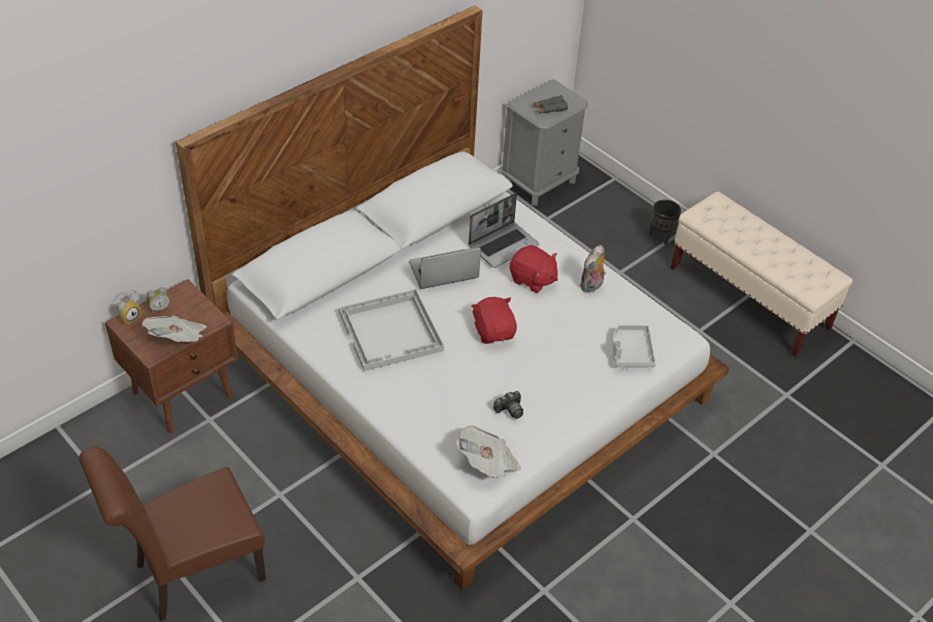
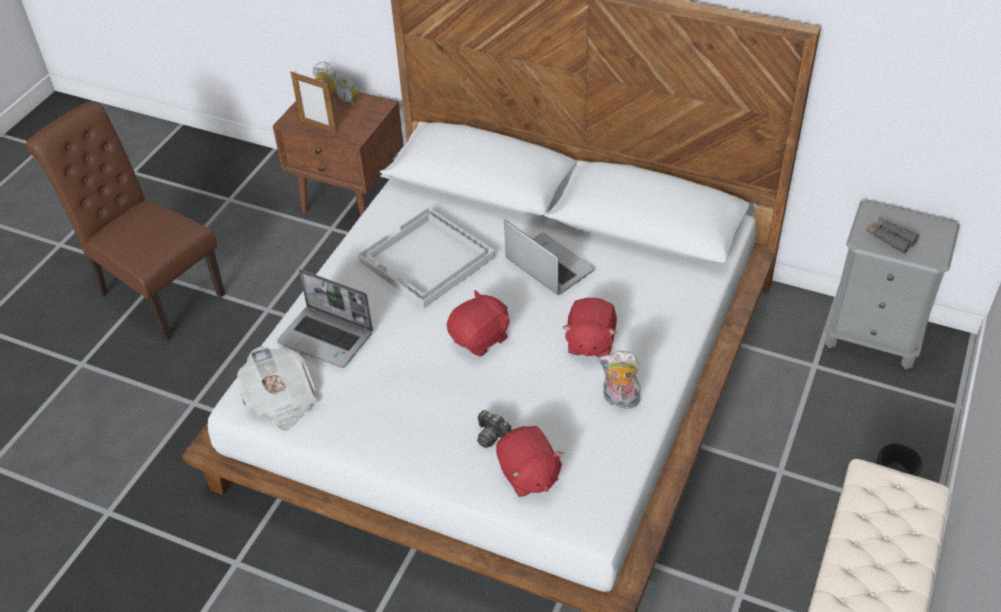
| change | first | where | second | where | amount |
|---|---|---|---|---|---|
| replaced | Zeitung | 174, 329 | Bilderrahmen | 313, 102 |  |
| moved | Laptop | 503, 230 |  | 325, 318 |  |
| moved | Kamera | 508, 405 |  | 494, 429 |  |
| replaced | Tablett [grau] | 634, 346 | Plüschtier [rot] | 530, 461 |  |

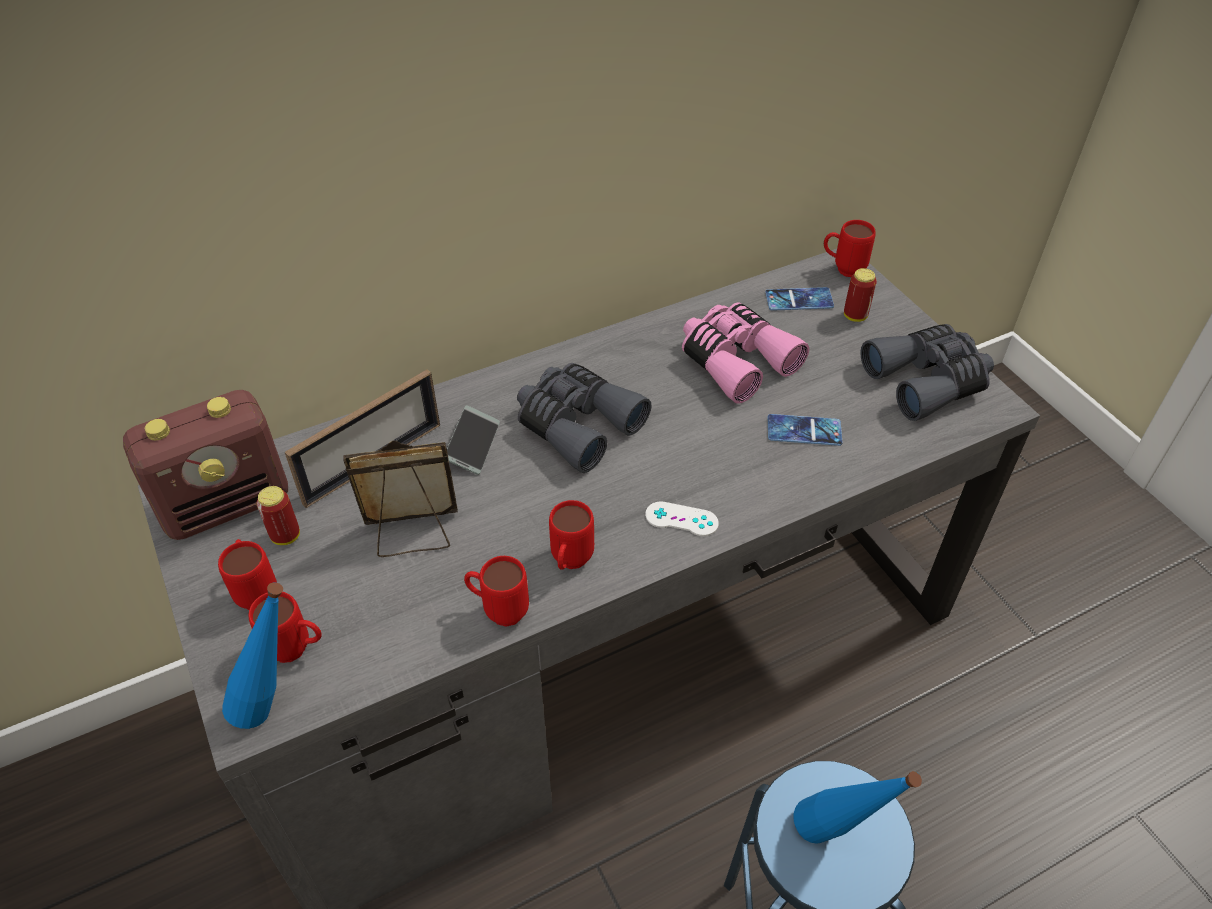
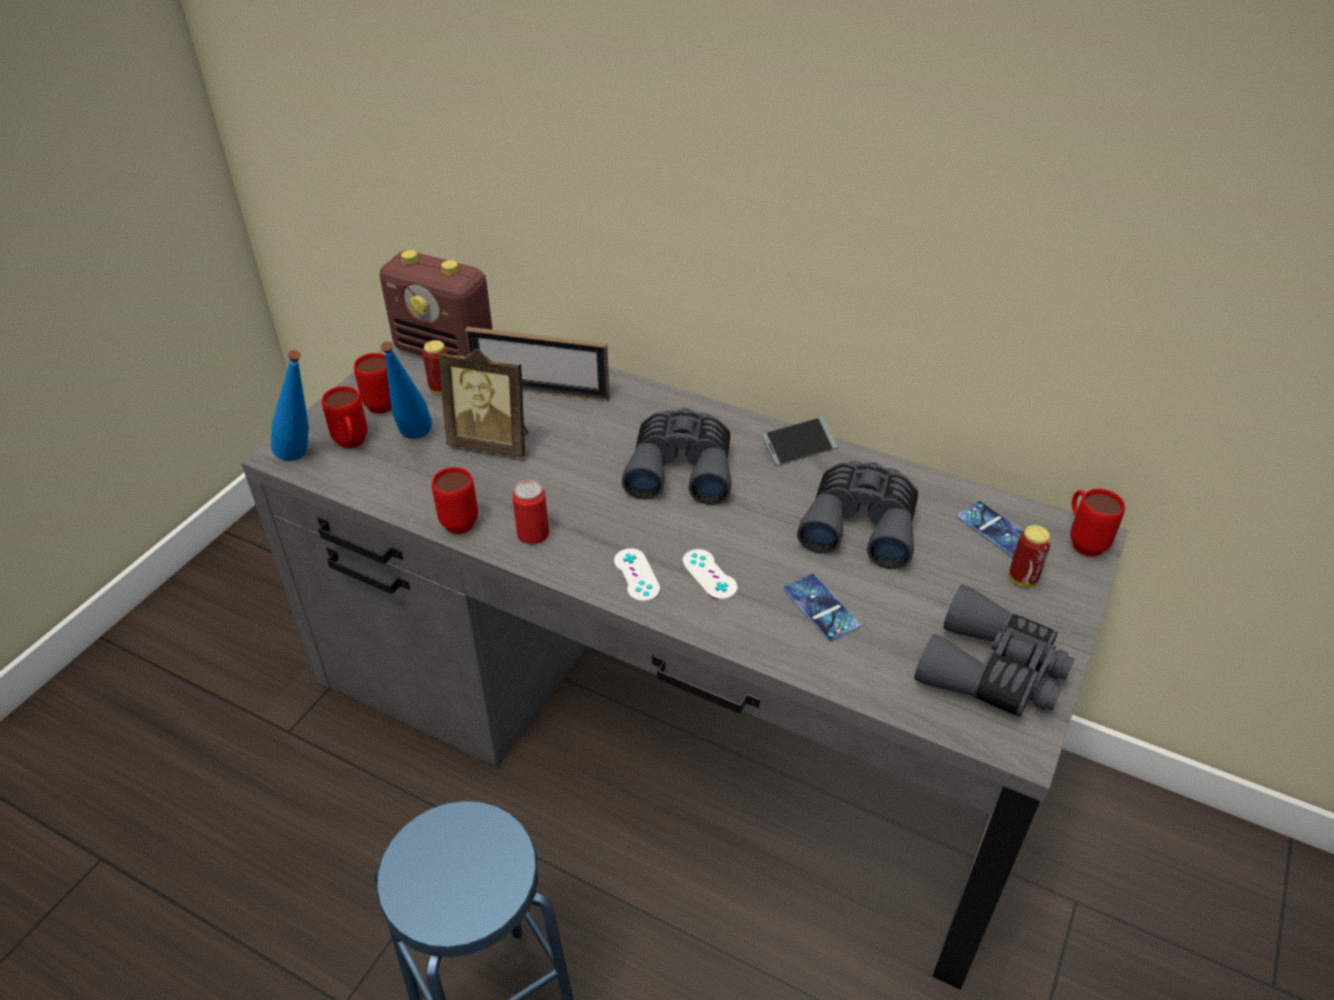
| change | first | where | second | where | amount |
|---|---|---|---|---|---|
| turned | Bilderrahmen | 400, 499 |  | 483, 403 | 150 degrees clockwise |
| moved | Handy | 473, 440 |  | 800, 441 |  |
| replaced | Henkelbecher [rot] | 571, 535 | Dose | 530, 511 |  |
| recoloured | Fernglas [rosa] | 745, 353 | Fernglas [grau] | 857, 515 |  |
| moved | Flasche [blau] | 858, 807 |  | 406, 390 |  |
| added |  |  | Gamepad [weiß] | 710, 574 |  |

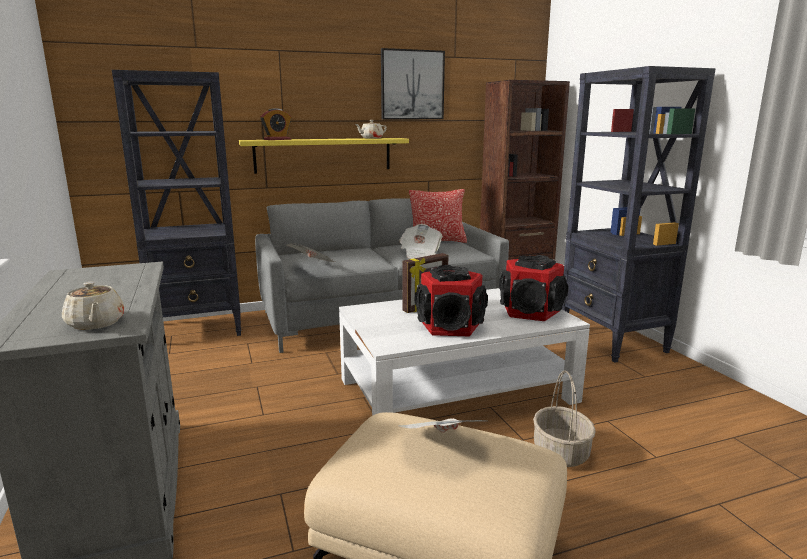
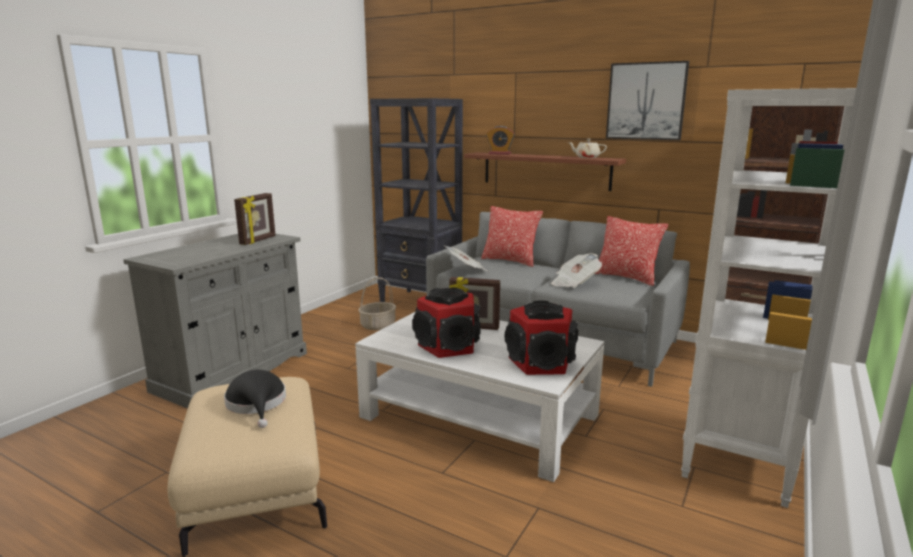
| change | first | where | second | where | amount |
|---|---|---|---|---|---|
| removed | Teekanne [beige] | 93, 306 |  |  |  |
| recoloured | Wandregal [gelb] | 324, 156 | Wandregal [braun] | 545, 171 |  |
| replaced | Zeitung | 442, 425 | Hut [schwarz] | 255, 399 |  |
| moved | Korb | 564, 418 |  | 377, 303 |  |
| recoloured | Bücherregal [schwarz] | 639, 214 | Bücherregal [weiß] | 768, 298 |  |
| added |  |  | Bilderrahmen | 255, 219 |  |
| added |  |  | Kissen | 512, 236 |  |

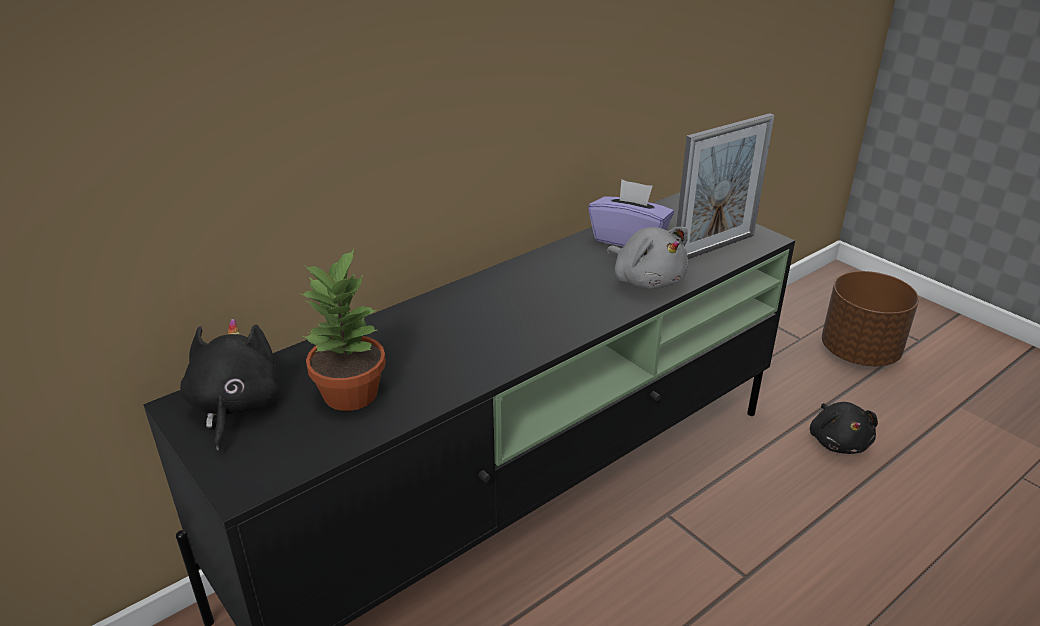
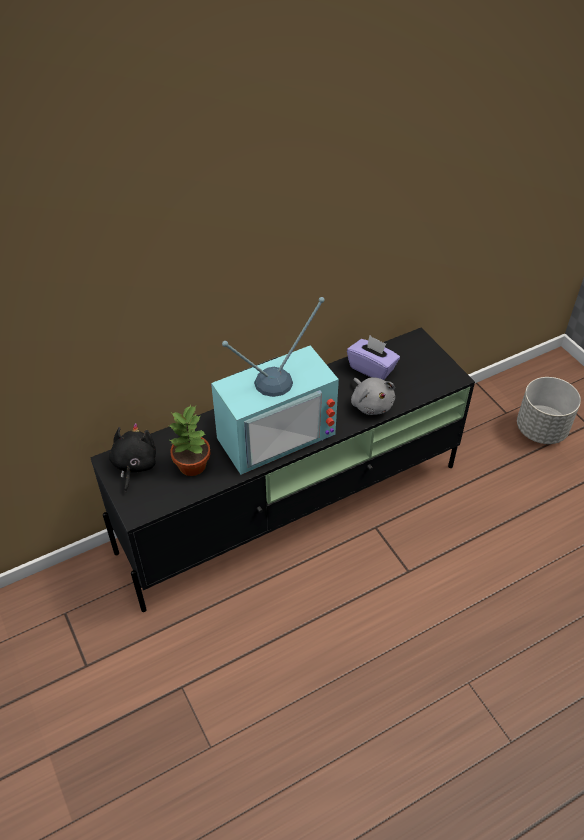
| change | first | where | second | where | amount |
|---|---|---|---|---|---|
| removed | Bilderrahmen | 725, 186 |  |  |  |
| removed | Plüschtier [schwarz] | 844, 428 |  |  |  |
| recoloured | Pflanzkübel [braun] | 870, 319 | Pflanzkübel [grau] | 549, 410 |  |
| added |  |  | Fernseher | 275, 386 |  |

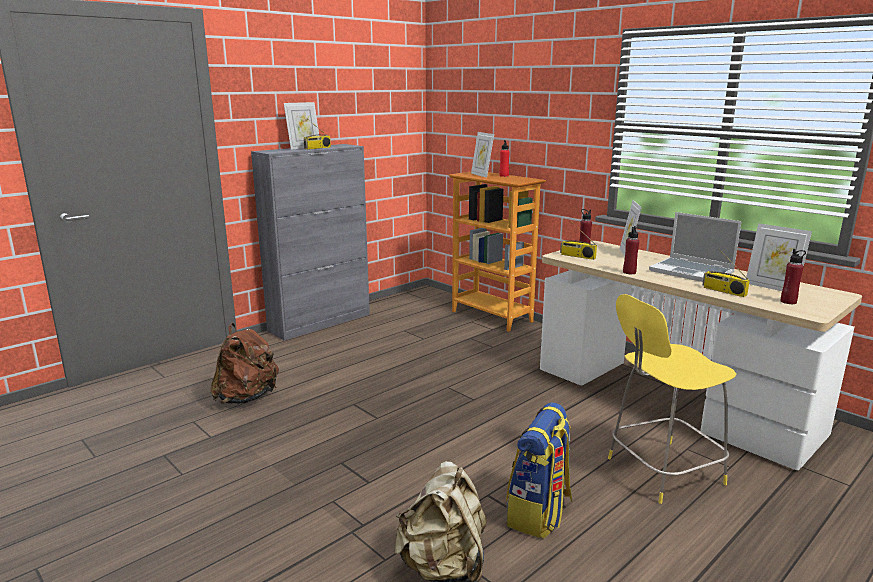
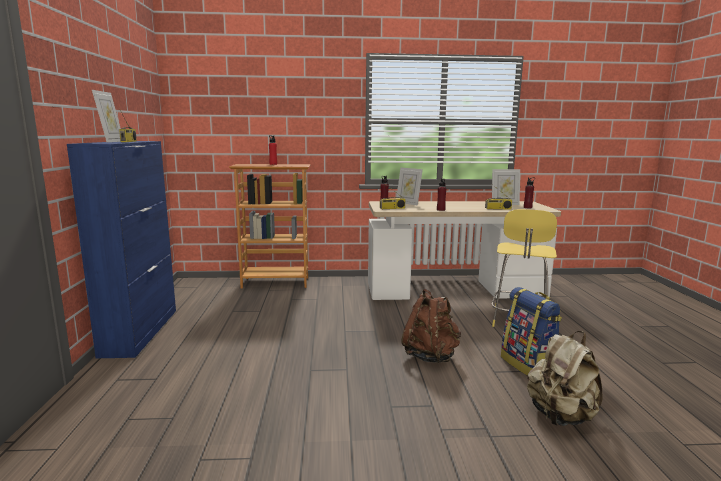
| change | first | where | second | where | amount |
|---|---|---|---|---|---|
| moved | Rucksack [braun] | 244, 363 |  | 431, 326 |  |
| recoloured | Schrank [grau] | 310, 242 | Schrank [blau] | 121, 249 |  |
| removed | Bilderrahmen | 482, 155 |  |  |  |
| removed | Laptop | 695, 247 |  |  |  |

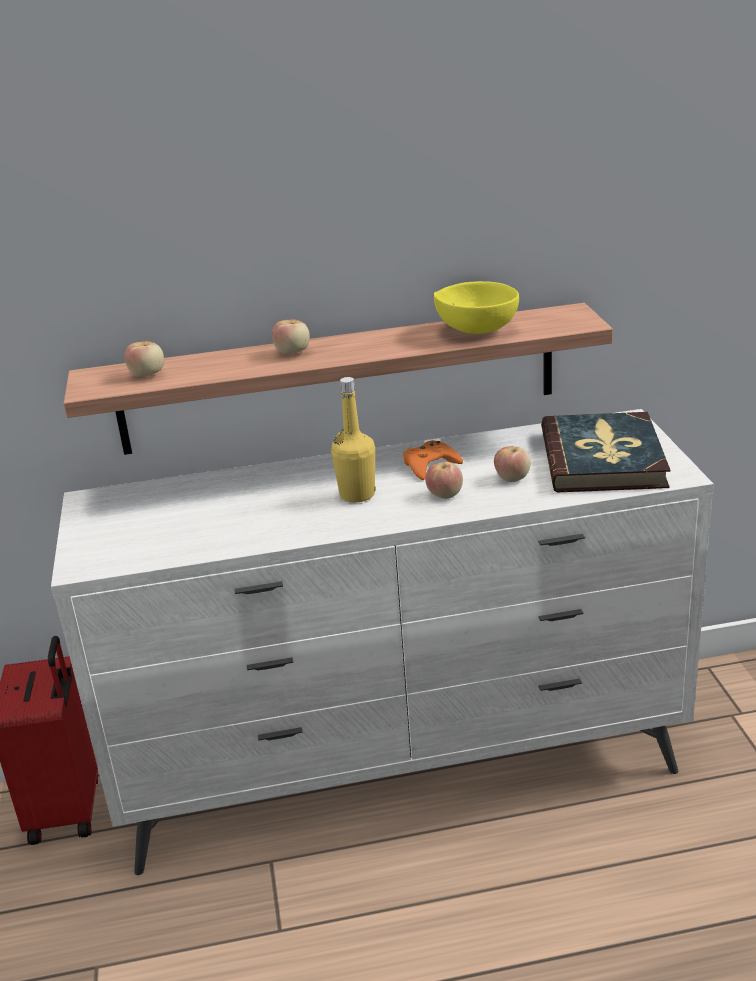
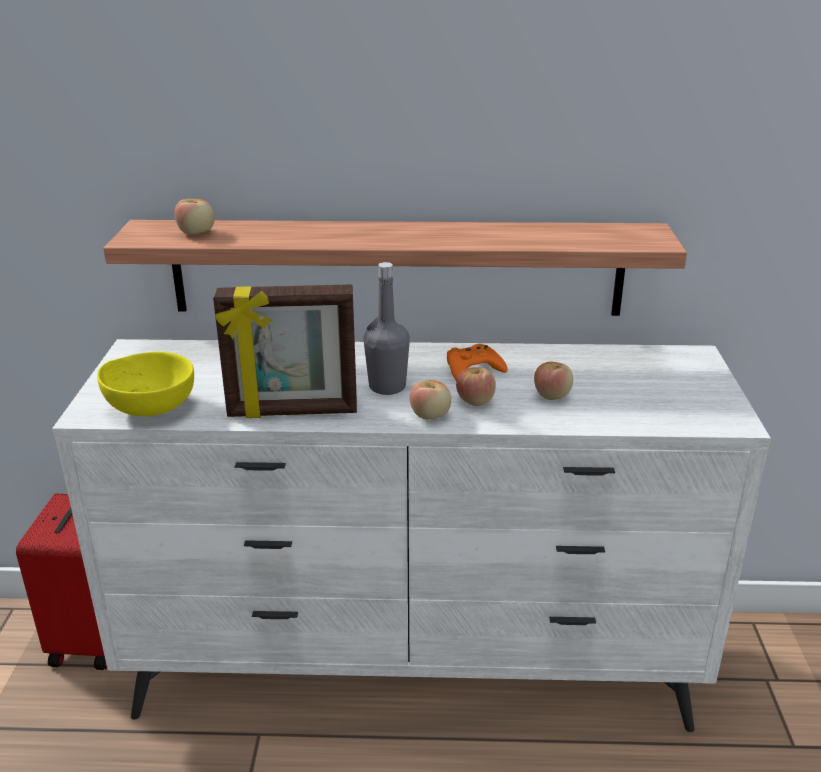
| change | first | where | second | where | amount |
|---|---|---|---|---|---|
| moved | Apfel | 291, 337 |  | 430, 399 |  |
| recoloured | Flasche [gelb] | 353, 440 | Flasche [grau] | 387, 328 |  |
| moved | Schüssel [gelb] | 476, 307 |  | 145, 384 |  |
| removed | Buch | 605, 452 |  |  |  |
| added |  |  | Bilderrahmen | 285, 351 |  |

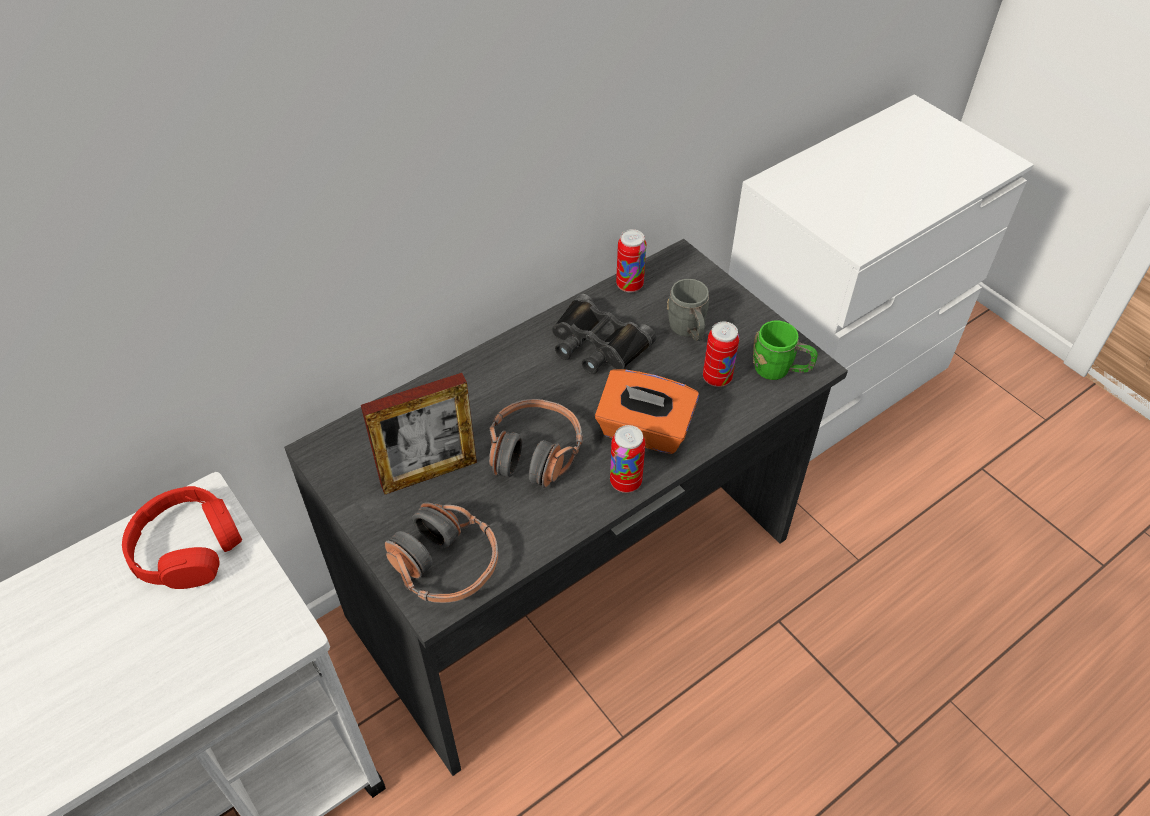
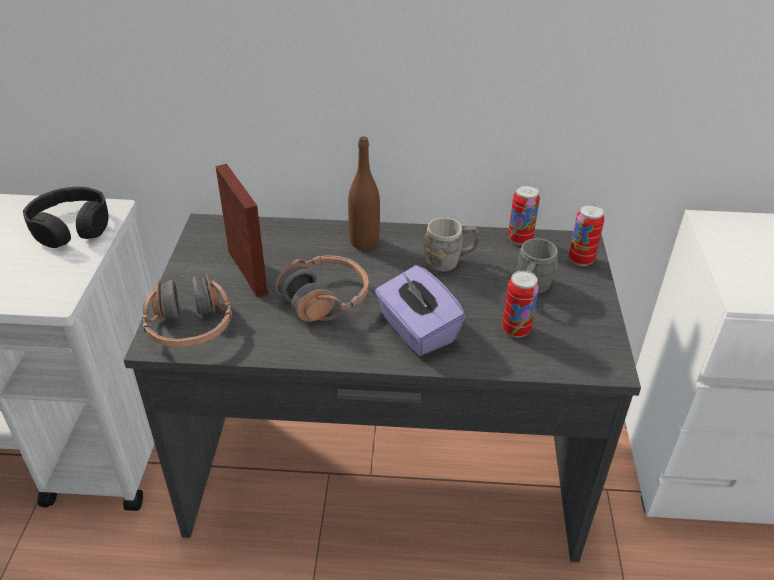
| change | first | where | second | where | amount |
|---|---|---|---|---|---|
| recoloured | Kopfhörer [rot] | 182, 537 | Kopfhörer [schwarz] | 66, 217 |  |
| turned | Bilderrahmen | 419, 433 |  | 241, 230 | 135 degrees counterclockwise |
| replaced | Fernglas [schwarz] | 603, 333 | Henkelbecher [grau] | 452, 245 |  |
| recoloured | Taschentuchbox [orange] | 647, 412 | Taschentuchbox [lila] | 420, 310 |  |
| moved | Dose | 627, 459 |  | 586, 235 |  |
| removed | Henkelbecher [grün] | 785, 350 |  |  |  |
| added |  |  | Flasche [braun] | 364, 193 |  |

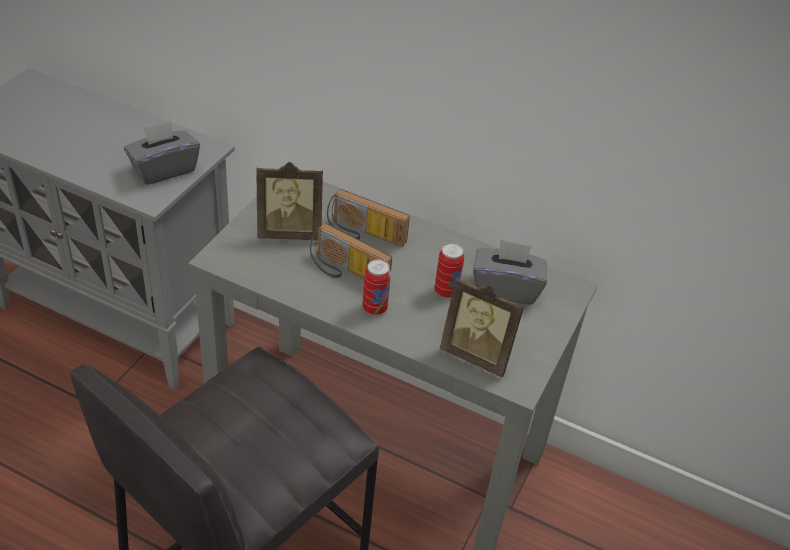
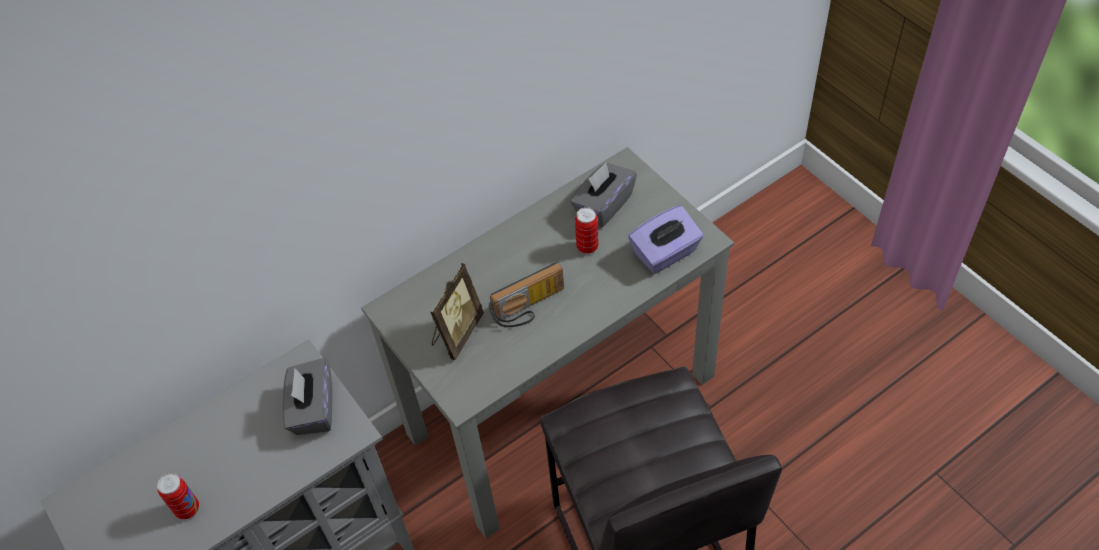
| change | first | where | second | where | amount |
|---|---|---|---|---|---|
| removed | Radio | 368, 218 |  |  |  |
| moved | Dose | 376, 287 |  | 178, 496 |  |
| replaced | Bilderrahmen | 482, 327 | Taschentuchbox [lila] | 666, 240 |  |

